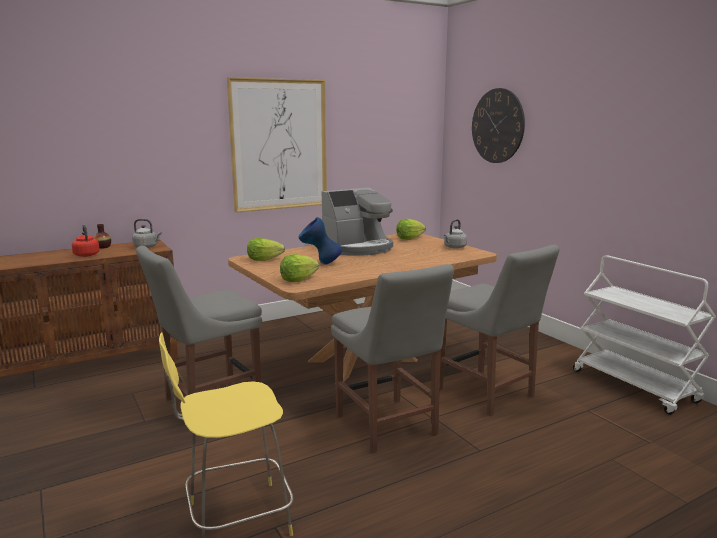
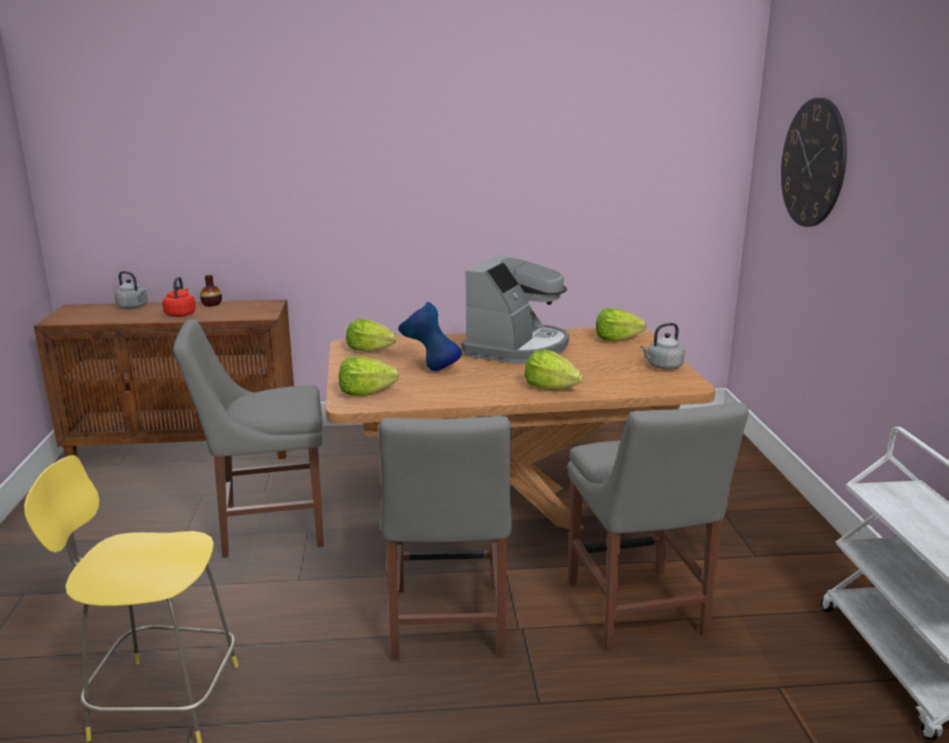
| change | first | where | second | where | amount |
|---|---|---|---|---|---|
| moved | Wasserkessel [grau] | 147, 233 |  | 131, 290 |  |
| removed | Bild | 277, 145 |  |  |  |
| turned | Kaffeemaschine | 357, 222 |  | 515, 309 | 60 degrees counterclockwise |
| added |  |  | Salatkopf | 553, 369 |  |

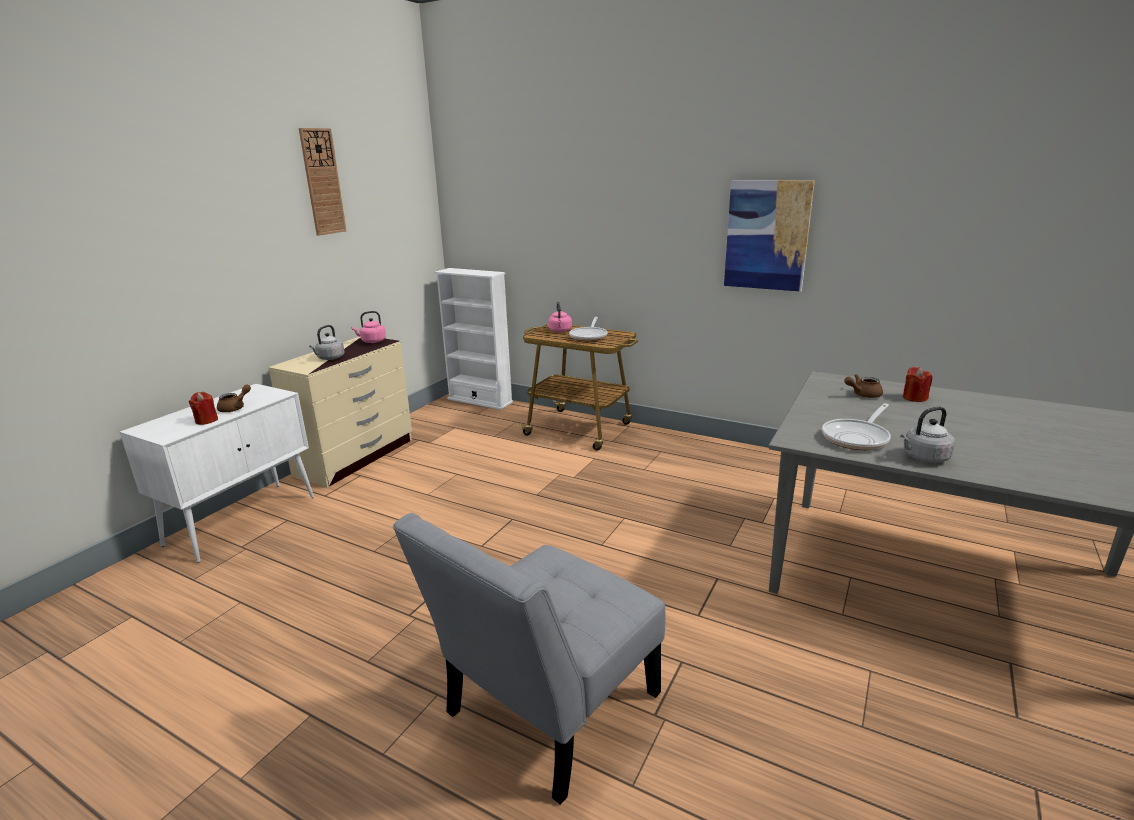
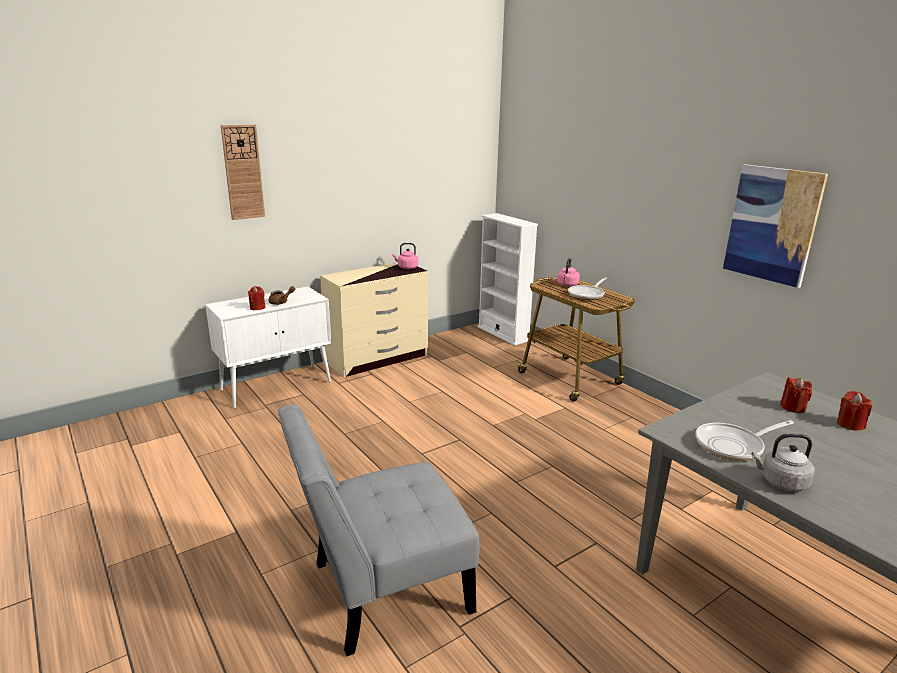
| change | first | where | second | where | amount |
|---|---|---|---|---|---|
| moved | Wanduhr | 323, 182 |  | 243, 172 |  |
| removed | Wasserkessel [grau] | 326, 342 |  |  |  |
| replaced | Teekanne [braun] | 863, 386 | Kerze [rot] | 796, 395 |  |

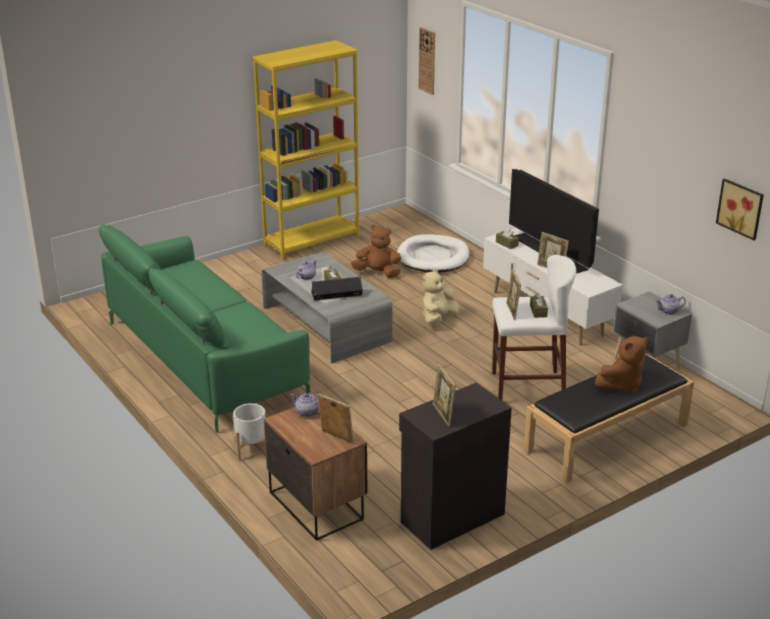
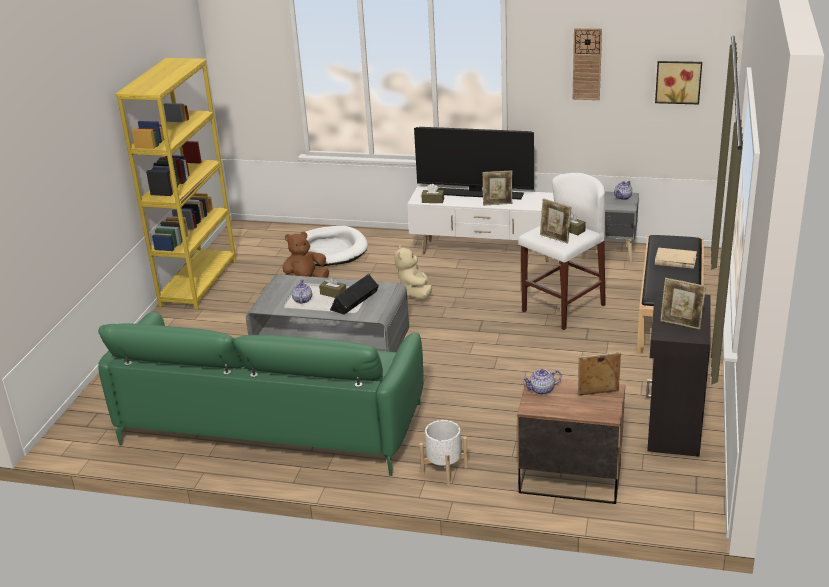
| change | first | where | second | where | amount |
|---|---|---|---|---|---|
| moved | Wanduhr | 426, 61 |  | 587, 64 |  |
| replaced | Plüschtier [braun] | 622, 364 | Buch [beige] | 676, 258 |  |

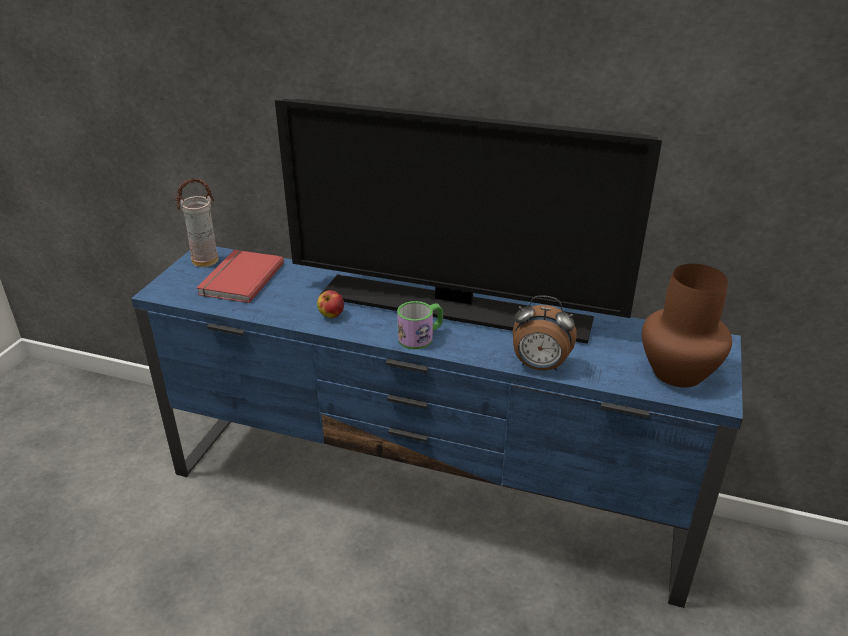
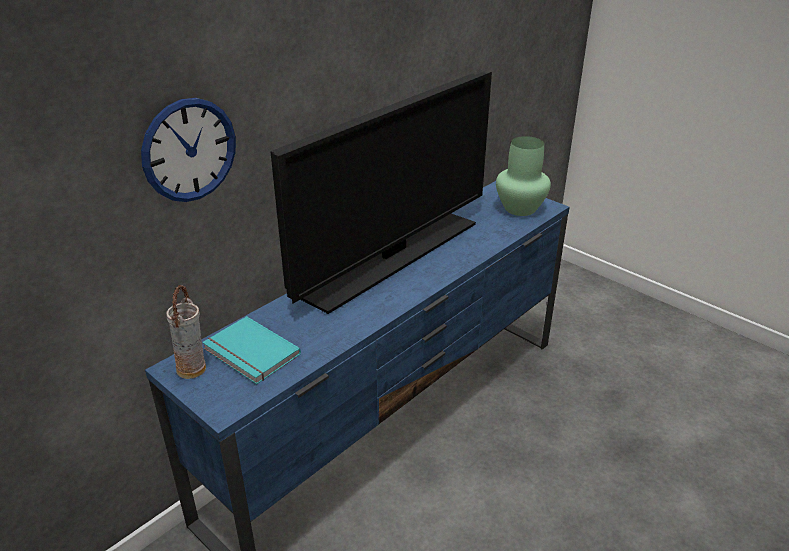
| change | first | where | second | where | amount |
|---|---|---|---|---|---|
| recoloured | Buch [rot] | 240, 276 | Buch [türkis] | 251, 350 |  |
| removed | Apfel | 330, 304 |  |  |  |
| removed | Henkelbecher | 420, 325 |  |  |  |
| removed | Wecker | 545, 333 |  |  |  |
| recoloured | Vase [braun] | 687, 326 | Vase [grün] | 523, 176 |  |
| added |  |  | Wanduhr | 188, 150 |  |

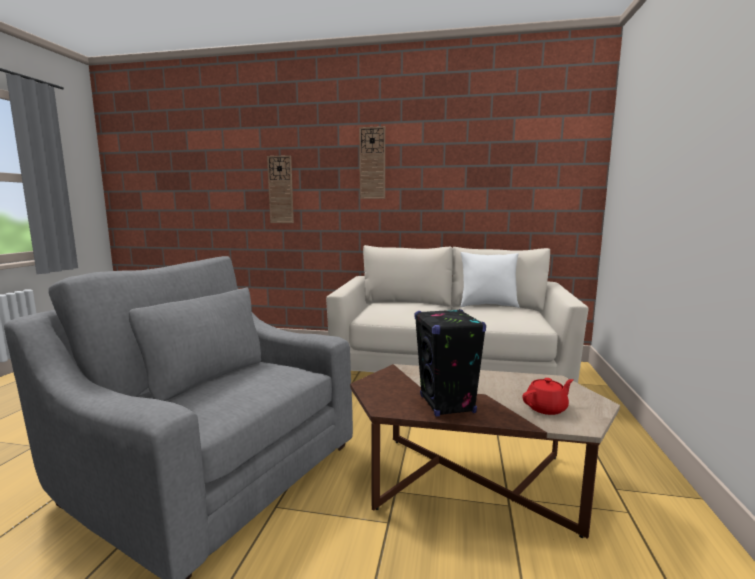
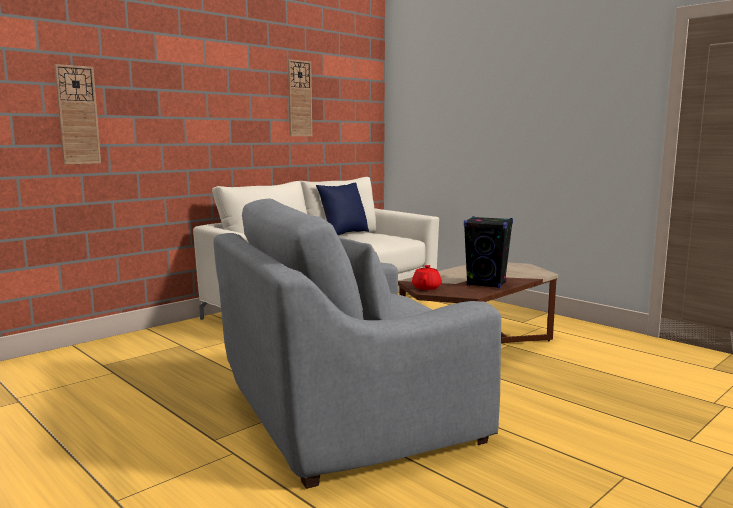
| change | first | where | second | where | amount |
|---|---|---|---|---|---|
| moved | Wanduhr | 372, 162 |  | 300, 97 |  |
| recoloured | Kissen [weiß] | 490, 280 | Kissen [blau] | 342, 208 |  |
| moved | Teekanne [rot] | 548, 396 |  | 427, 277 |  |

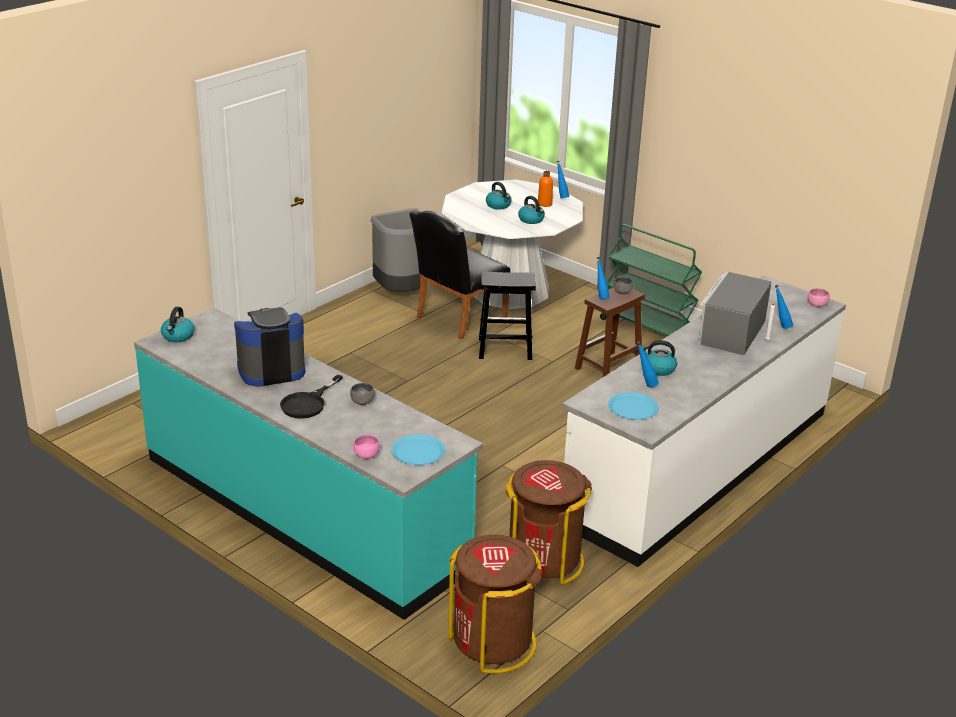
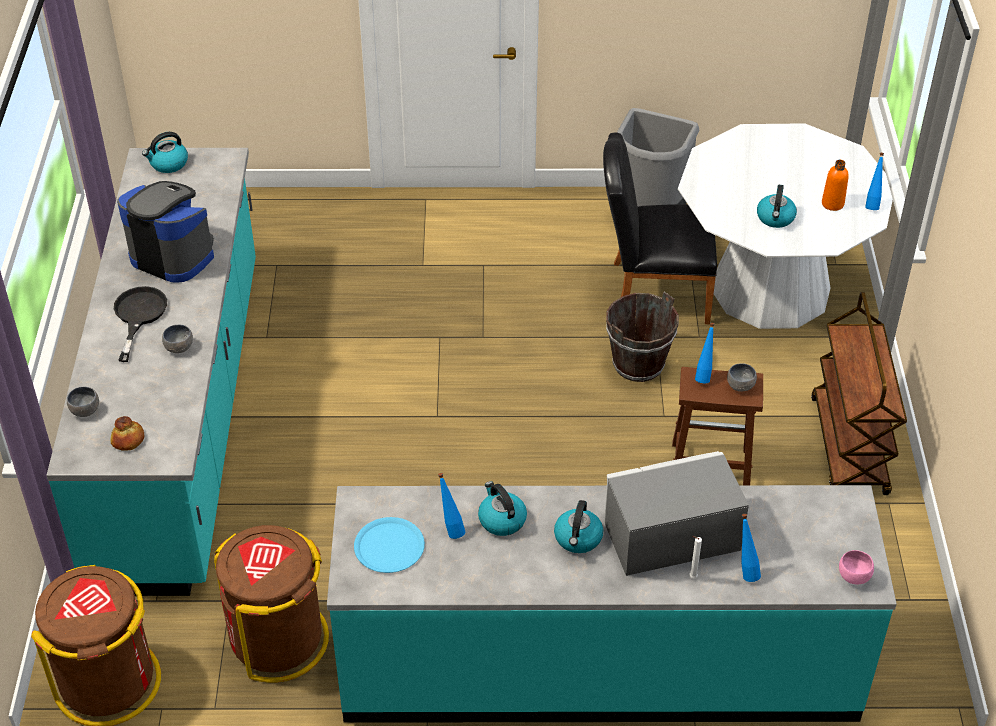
| change | first | where | second | where | amount |
|---|---|---|---|---|---|
| turned | Pfanne [schwarz] | 311, 397 |  | 140, 324 | 105 degrees clockwise |
| recoloured | Schüssel [rosa] | 366, 447 | Schüssel [grau] | 83, 402 |  |
| replaced | Teller [blau] | 418, 449 | Brot | 127, 433 |  |
| replaced | Hocker [schwarz] | 507, 315 | Eimer [braun] | 642, 337 |  |
| moved | Wasserkessel | 499, 196 |  | 578, 526 |  |
| recoloured | Küchenzeile [weiß] | 704, 421 | Küchenzeile [türkis] | 612, 604 |  |
| recoloured | Rollwagen [grün] | 651, 281 | Rollwagen [braun] | 859, 393 |  |

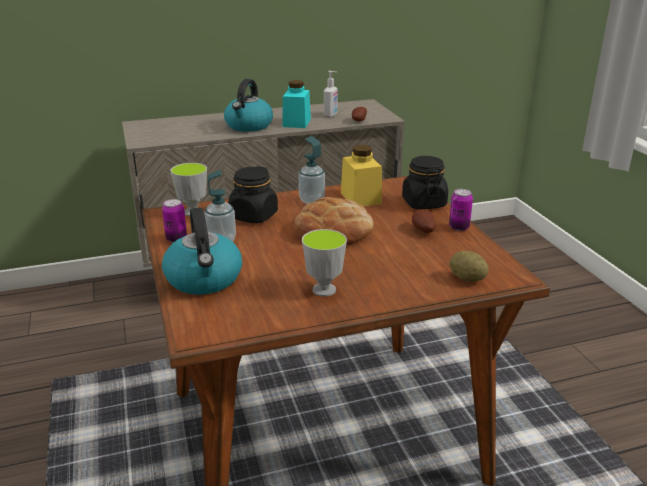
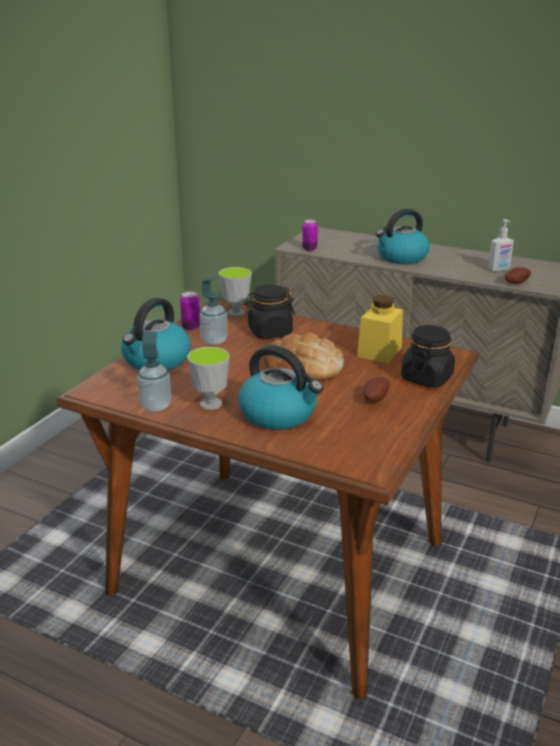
| change | first | where | second | where | amount |
|---|---|---|---|---|---|
| removed | Vorratsglas [türkis] | 296, 104 |  |  |  |
| moved | Seifenspender | 312, 170 |  | 154, 371 |  |
| moved | Dose | 461, 210 |  | 310, 235 |  |
| removed | Kartoffel | 469, 266 |  |  |  |
| added |  |  | Wasserkessel | 280, 387 |  |

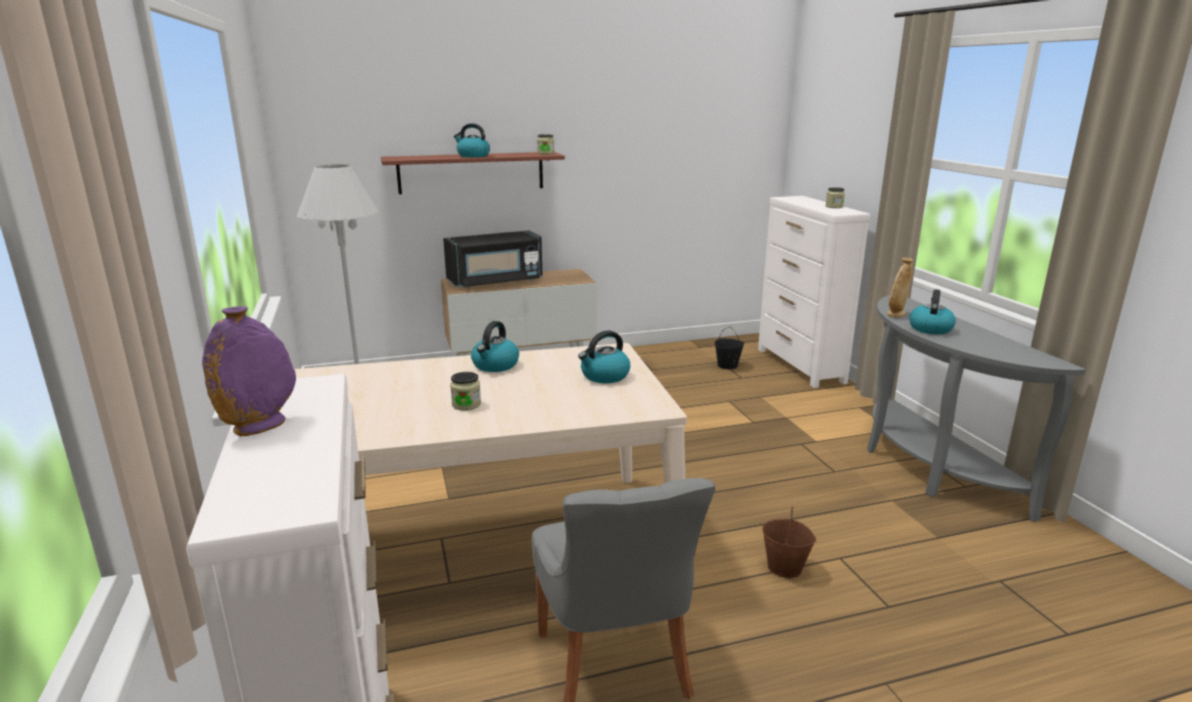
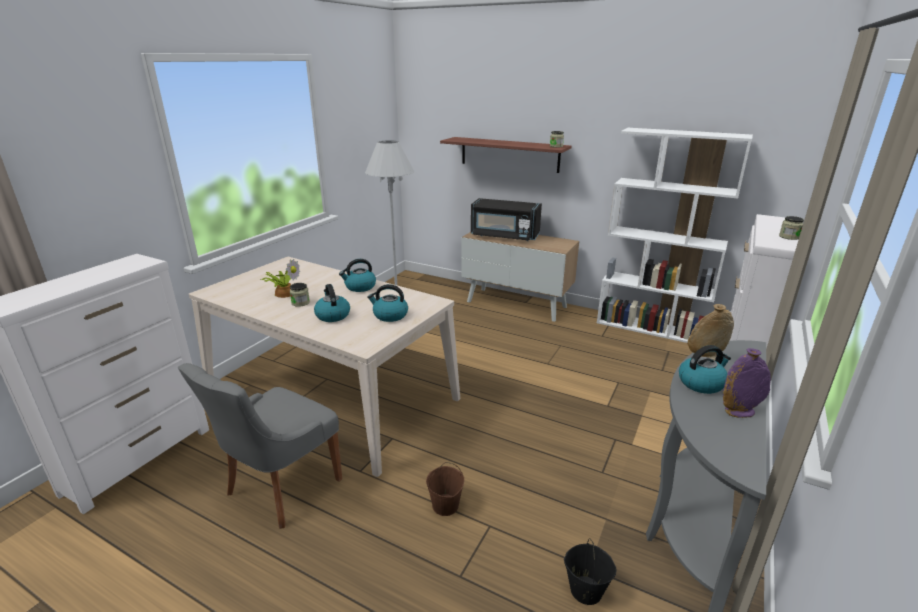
| change | first | where | second | where | amount |
|---|---|---|---|---|---|
| moved | Vase [lila] | 249, 371 |  | 747, 383 |  |
| moved | Wasserkessel | 472, 140 |  | 332, 303 |  |
| moved | Eimer [schwarz] | 729, 348 |  | 590, 571 |  |
| added |  |  | Topfpflanze | 280, 278 |  |
| added |  |  | Bücherregal [weiß] | 675, 235 |  |

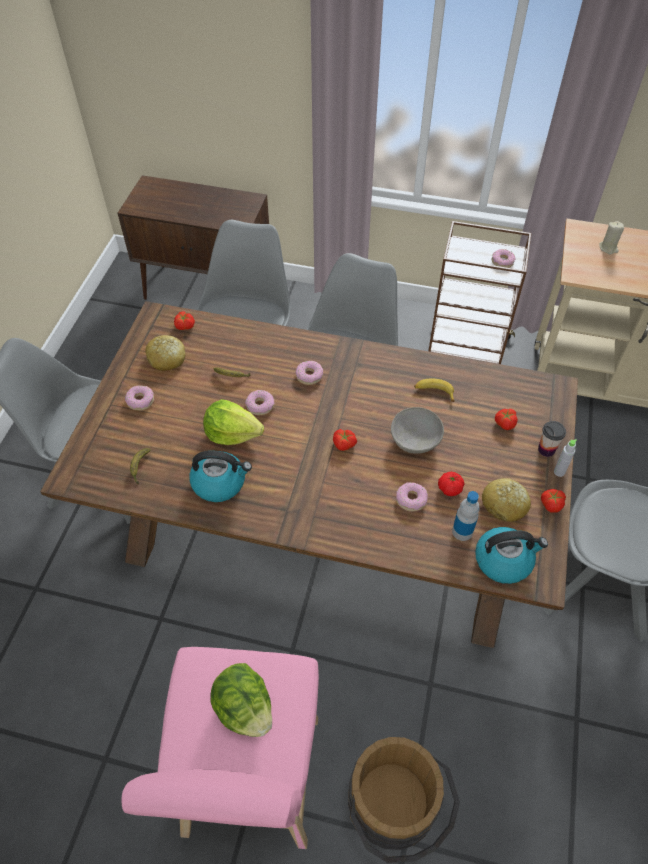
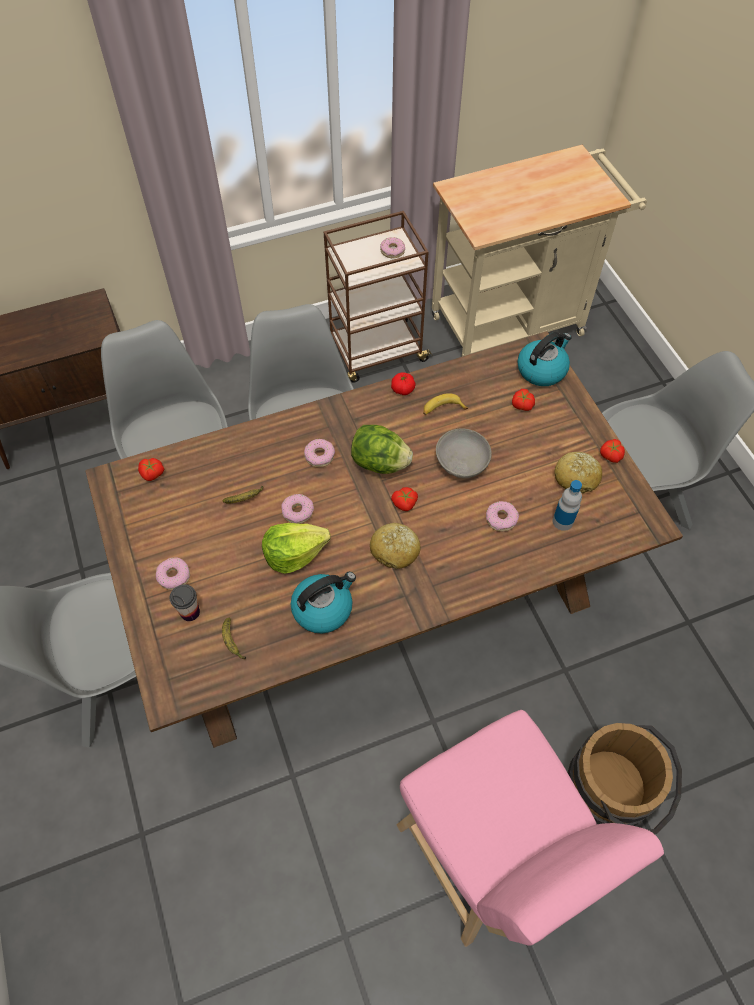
| change | first | where | second | where | amount |
|---|---|---|---|---|---|
| moved | Brot | 165, 353 |  | 395, 546 |  |
| moved | Salatkopf | 241, 700 |  | 382, 449 |  |
| moved | Tomate | 451, 484 |  | 403, 383 |  |
| moved | Wasserkessel | 511, 555 |  | 544, 359 |  |
| moved | Tasse | 552, 439 |  | 185, 602 |  |
| removed | Flasche [grau] | 565, 458 |  |  |  |
| removed | Kerze [beige] | 611, 237 |  |  |  |

